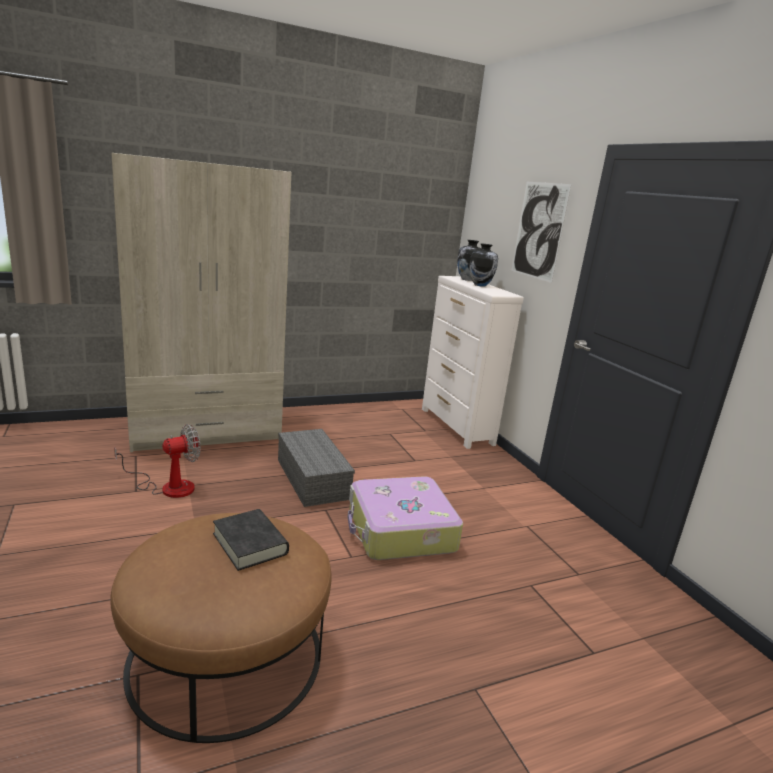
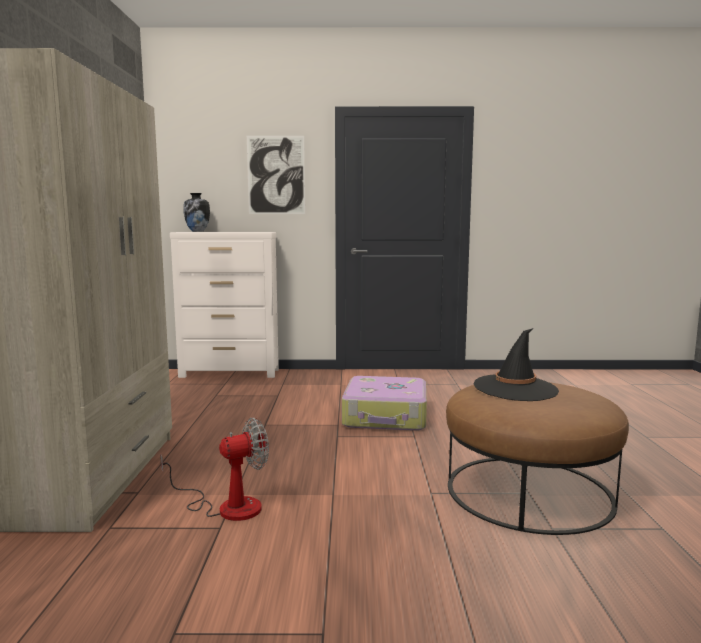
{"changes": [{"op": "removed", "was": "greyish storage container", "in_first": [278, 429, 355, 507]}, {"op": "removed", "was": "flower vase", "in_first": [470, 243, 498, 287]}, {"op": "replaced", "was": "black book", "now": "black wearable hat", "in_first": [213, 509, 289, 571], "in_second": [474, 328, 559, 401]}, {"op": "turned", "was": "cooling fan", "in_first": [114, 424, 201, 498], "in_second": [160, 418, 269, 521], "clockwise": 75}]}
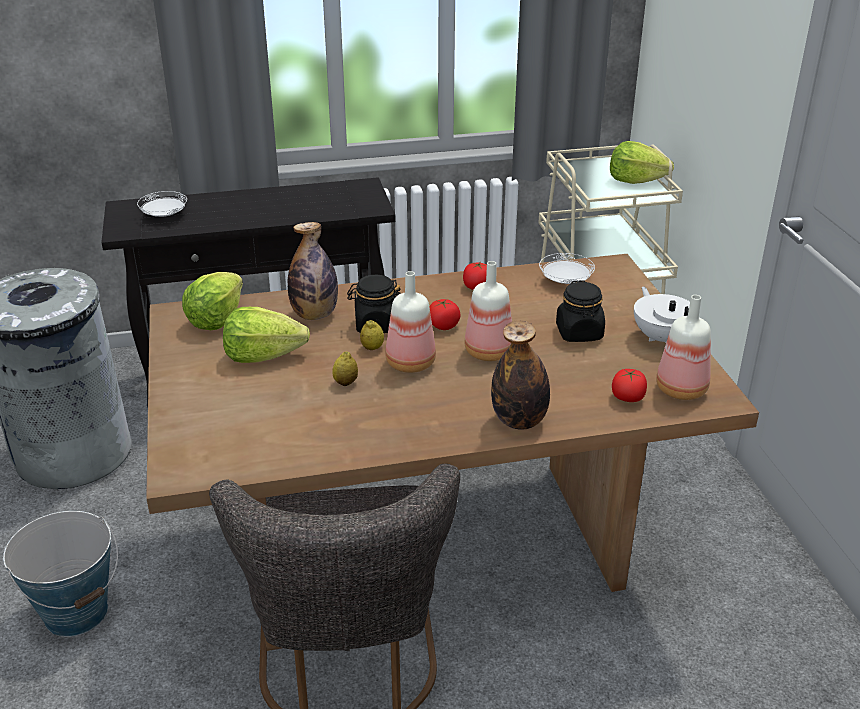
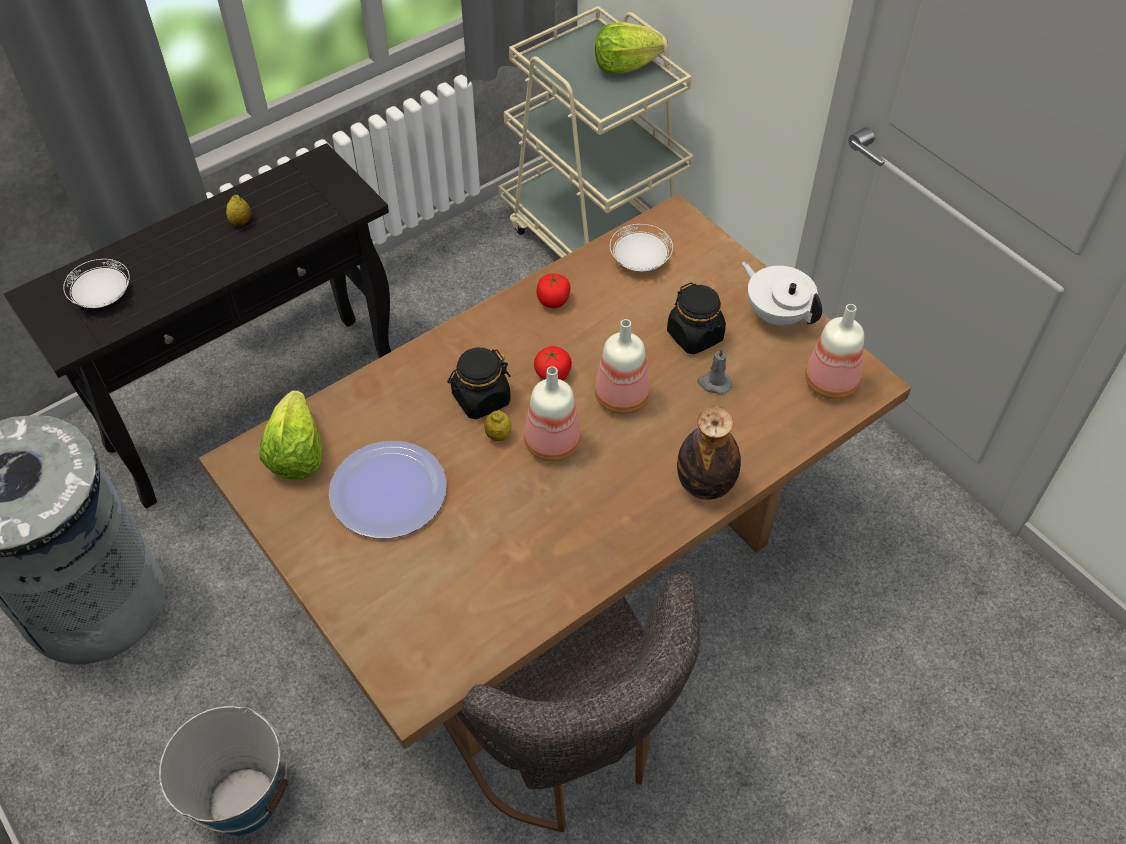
{"changes": [{"op": "removed", "was": "drink bottle", "in_first": [288, 222, 338, 320]}, {"op": "removed", "was": "tomato", "in_first": [612, 369, 647, 402]}, {"op": "added", "now": "greyish wax candle", "in_second": [697, 347, 732, 394]}, {"op": "moved", "was": "lemon", "in_first": [332, 352, 358, 386], "in_second": [226, 195, 251, 226]}, {"op": "replaced", "was": "lettuce", "now": "flat dish", "in_first": [223, 307, 310, 363], "in_second": [329, 441, 447, 539]}]}
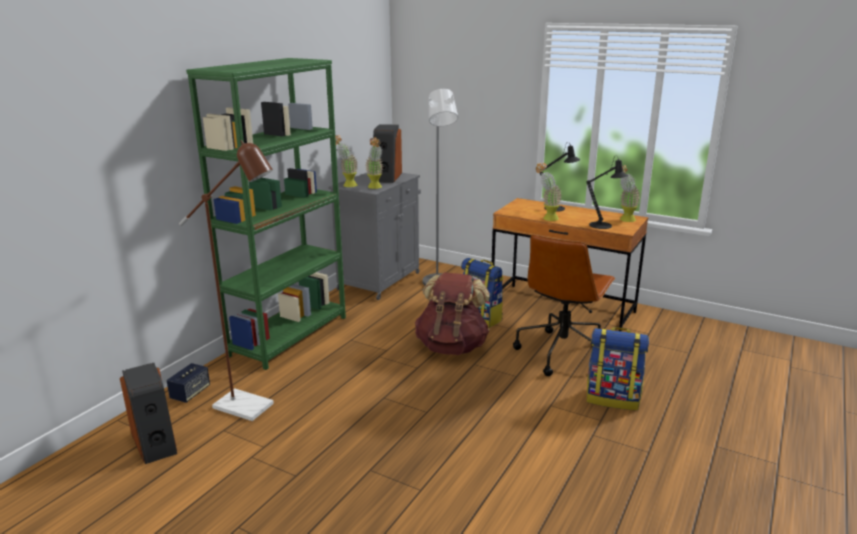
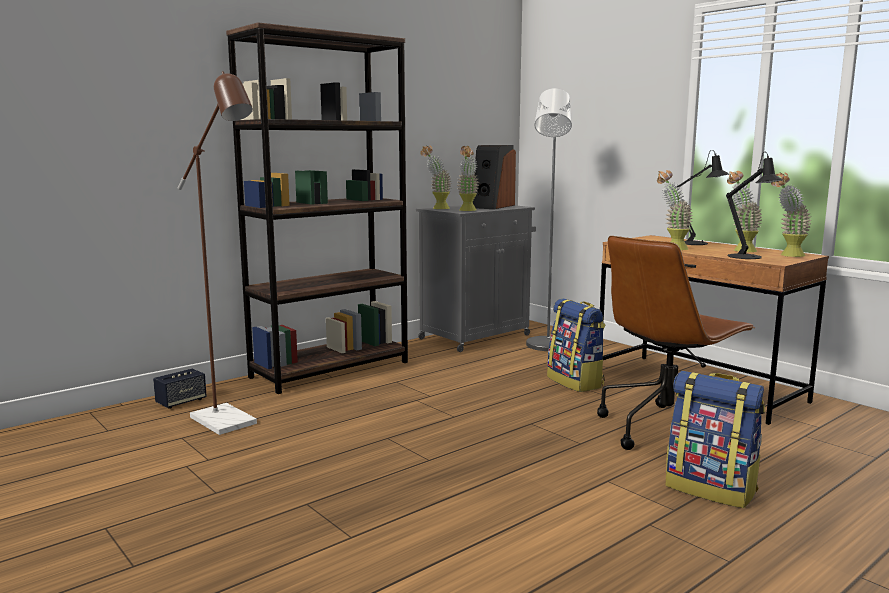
{"changes": [{"op": "removed", "was": "audio speaker", "in_first": [120, 363, 177, 464]}, {"op": "removed", "was": "brown-coloured rucksack", "in_first": [415, 272, 490, 355]}, {"op": "added", "now": "potted plant", "in_second": [727, 171, 762, 252]}, {"op": "recoloured", "was": "greenish shelving unit", "now": "brown-coloured shelving unit", "in_first": [186, 58, 346, 370], "in_second": [226, 22, 408, 394]}]}
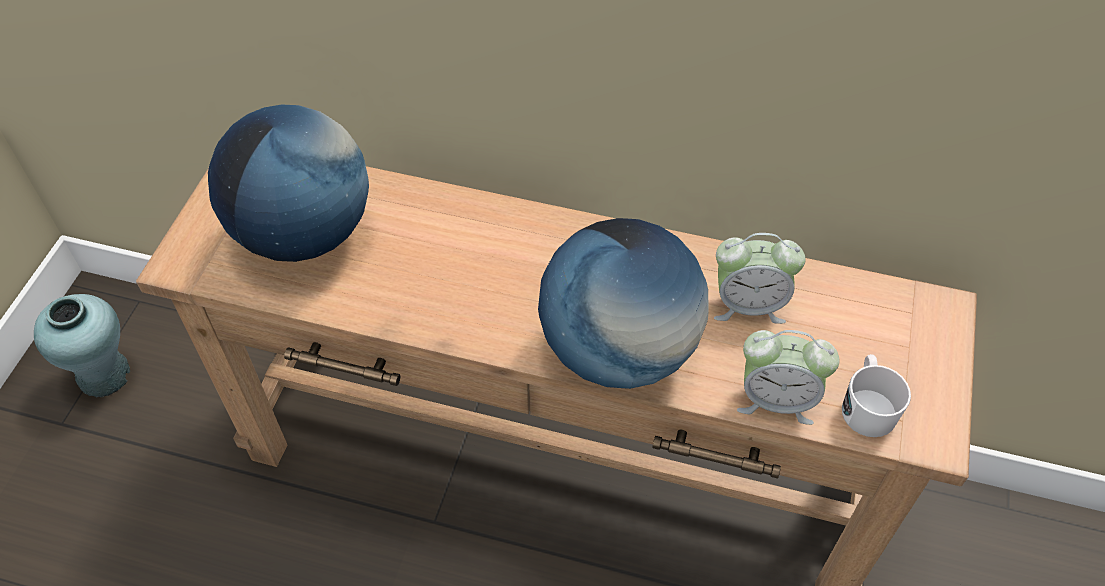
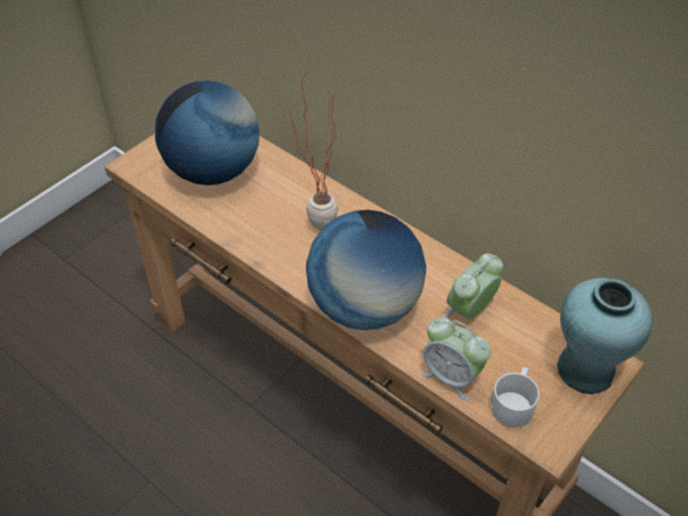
{"changes": [{"op": "added", "now": "potted plant", "in_second": [284, 76, 338, 231]}, {"op": "moved", "was": "turquoise flower vase", "in_first": [34, 294, 130, 397], "in_second": [557, 278, 653, 394]}, {"op": "turned", "was": "bedside clock", "in_first": [714, 233, 806, 324], "in_second": [443, 253, 503, 320], "clockwise": 105}]}
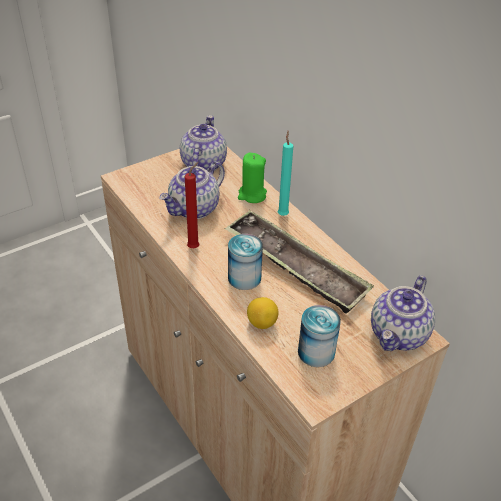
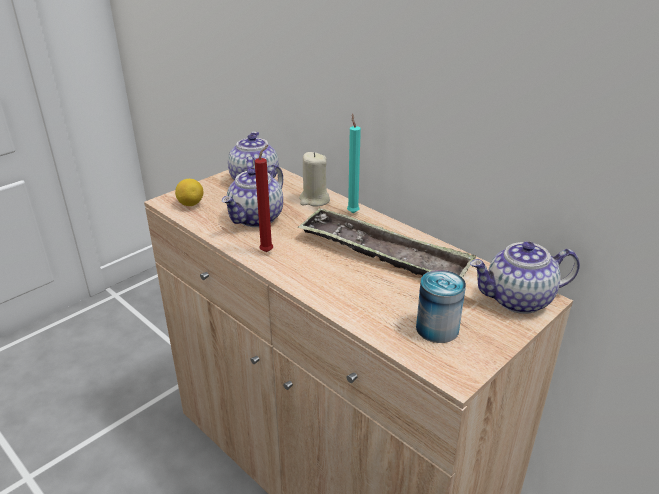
{"changes": [{"op": "removed", "was": "can", "in_first": [228, 234, 263, 290]}, {"op": "moved", "was": "lemon", "in_first": [247, 297, 279, 329], "in_second": [175, 179, 204, 206]}, {"op": "recoloured", "was": "greenish wax candle", "now": "beige wax candle", "in_first": [238, 153, 267, 203], "in_second": [299, 152, 330, 207]}, {"op": "turned", "was": "teapot", "in_first": [371, 275, 435, 351], "in_second": [470, 241, 580, 314], "clockwise": 60}]}
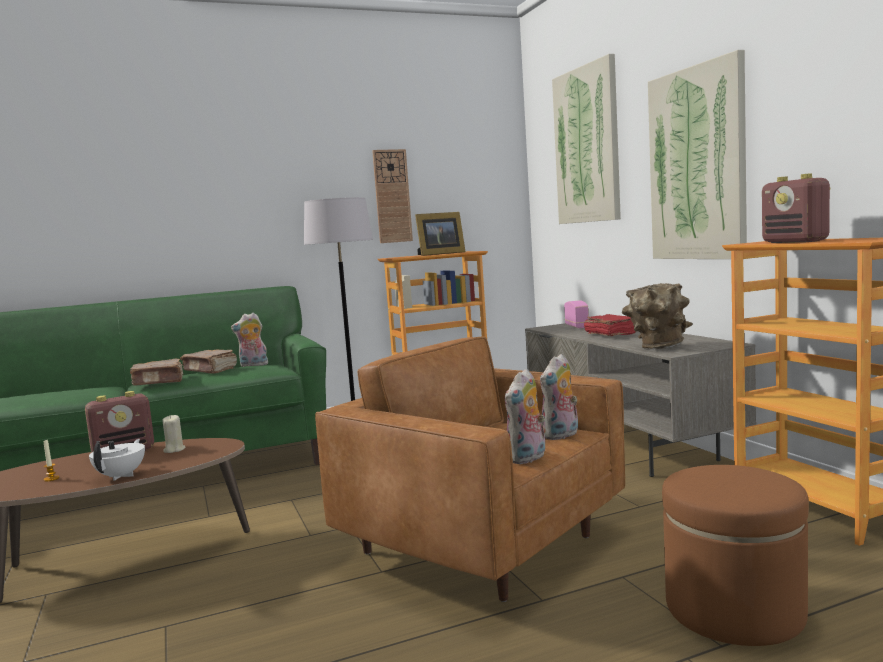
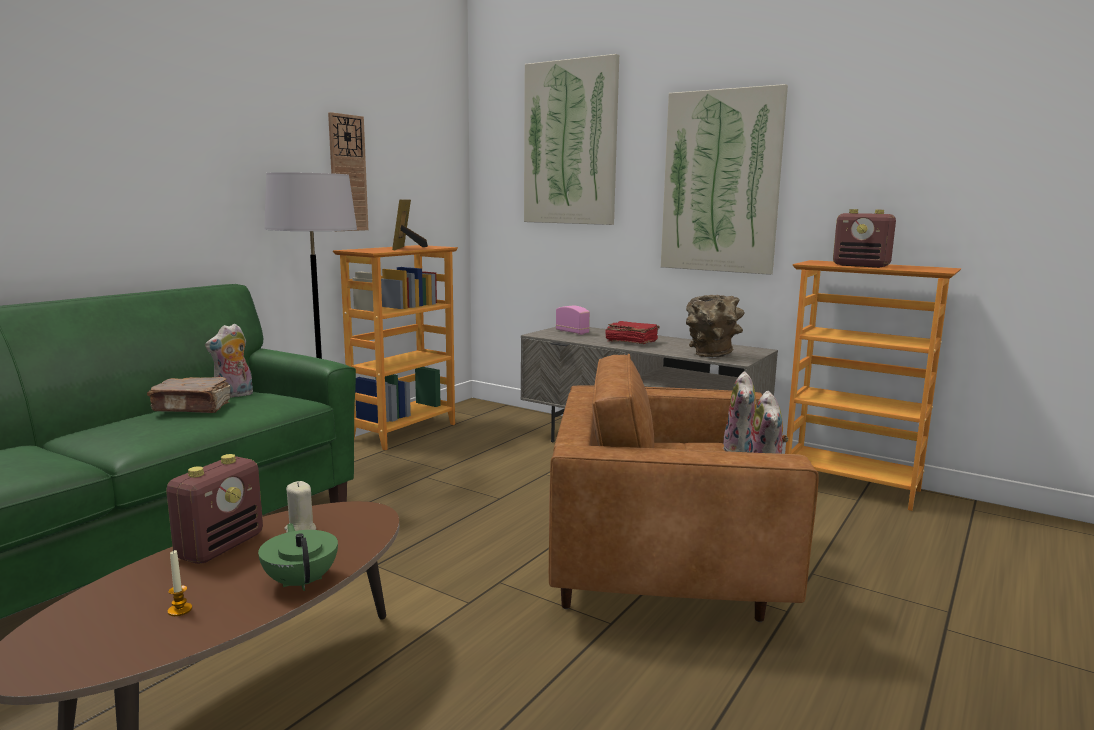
{"changes": [{"op": "removed", "was": "brown-coloured book", "in_first": [130, 359, 183, 386]}, {"op": "removed", "was": "brown-coloured pouffe", "in_first": [662, 465, 809, 646]}, {"op": "recoloured", "was": "white teapot", "now": "greenish teapot", "in_first": [89, 439, 145, 481], "in_second": [258, 523, 338, 591]}, {"op": "turned", "was": "picture frame", "in_first": [415, 212, 466, 256], "in_second": [392, 199, 428, 250], "clockwise": 150}]}
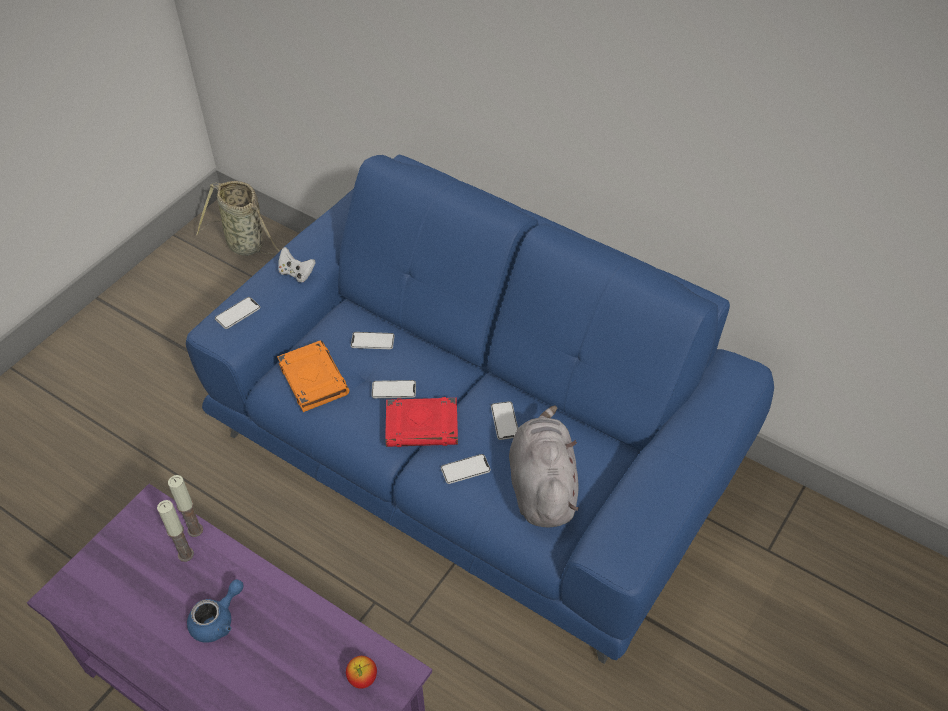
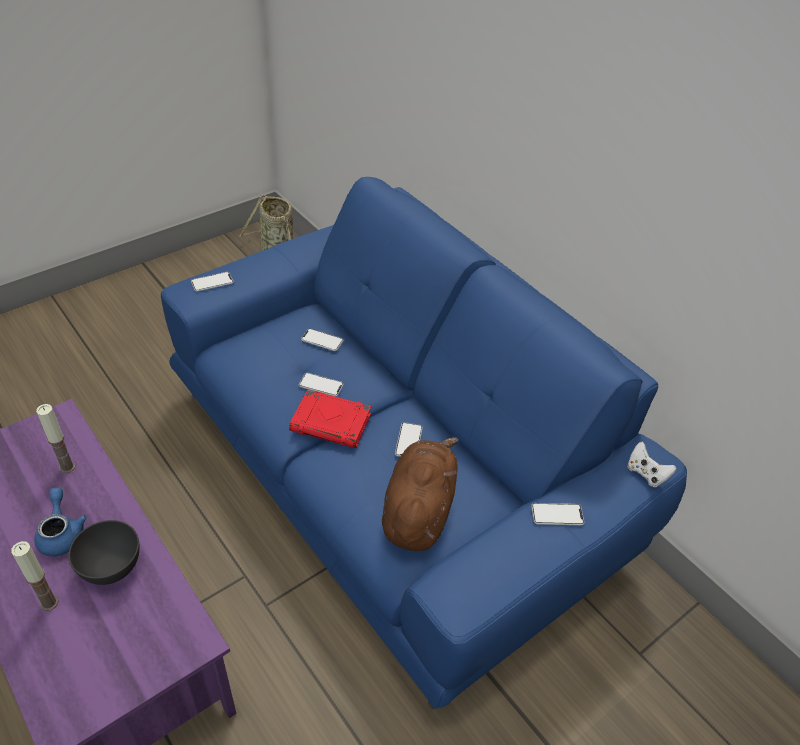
{"changes": [{"op": "removed", "was": "orangey book", "in_first": [277, 340, 349, 412]}, {"op": "removed", "was": "whole apple", "in_first": [346, 656, 377, 689]}, {"op": "added", "now": "greyish serving bowl", "in_second": [69, 520, 140, 585]}, {"op": "moved", "was": "wax candle", "in_first": [168, 475, 203, 537], "in_second": [11, 541, 59, 611]}, {"op": "moved", "was": "white joypad", "in_first": [278, 247, 316, 282], "in_second": [627, 441, 677, 487]}, {"op": "moved", "was": "phone", "in_first": [441, 454, 491, 484], "in_second": [531, 503, 584, 525]}, {"op": "recoloured", "was": "greyish plush toy", "now": "brown-coloured plush toy", "in_first": [509, 406, 579, 527], "in_second": [382, 437, 458, 551]}, {"op": "turned", "was": "bluish teapot", "in_first": [187, 579, 244, 643], "in_second": [34, 487, 87, 557], "clockwise": -75}]}
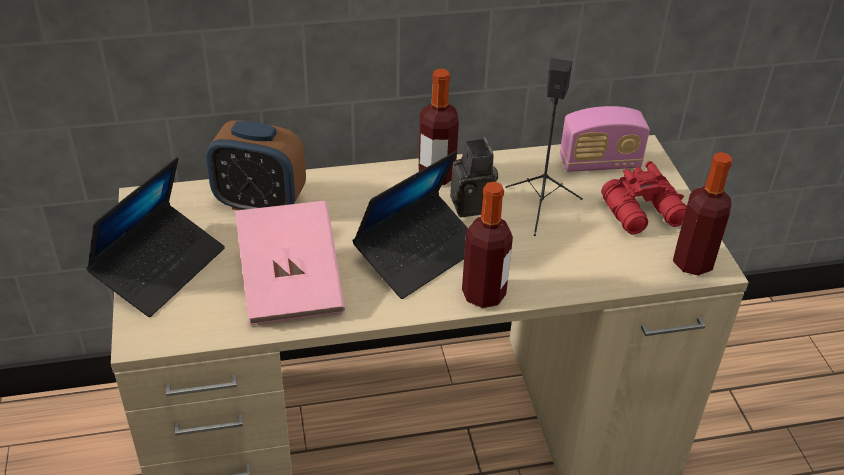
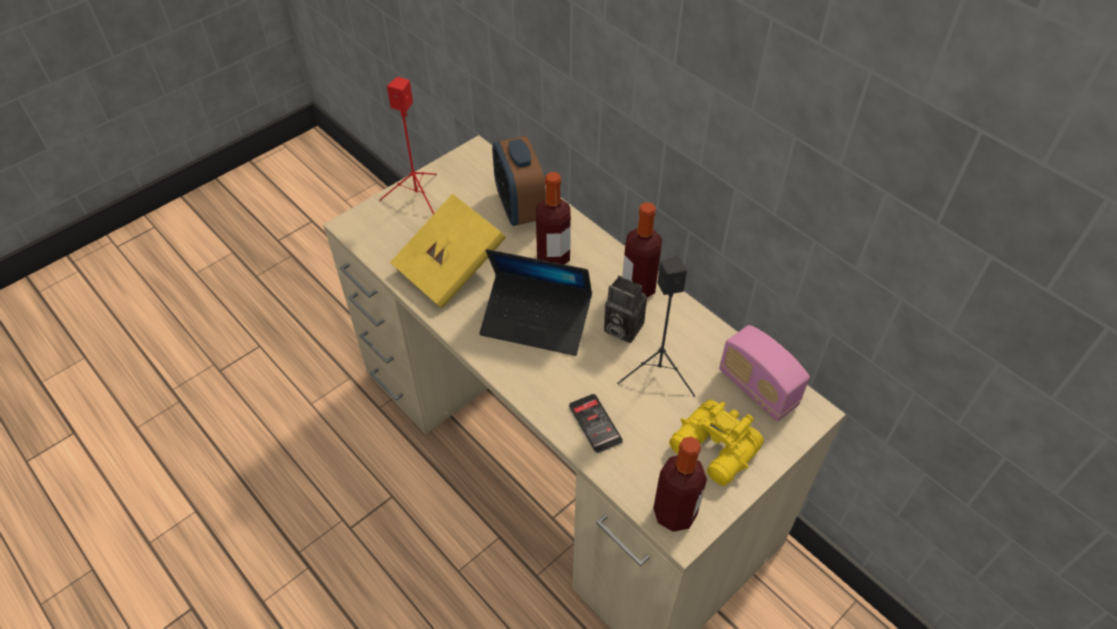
{"changes": [{"op": "added", "now": "phone", "in_second": [569, 394, 623, 453]}, {"op": "moved", "was": "drink bottle", "in_first": [462, 182, 513, 308], "in_second": [536, 172, 571, 265]}, {"op": "replaced", "was": "portable computer", "now": "reddish audio speaker", "in_first": [86, 157, 225, 317], "in_second": [379, 77, 437, 215]}, {"op": "recoloured", "was": "pink book", "now": "yellow-coloured book", "in_first": [235, 201, 345, 325], "in_second": [390, 194, 506, 309]}, {"op": "recoloured", "was": "reddish field glasses", "now": "yellow-coloured field glasses", "in_first": [601, 161, 687, 234], "in_second": [669, 400, 764, 486]}, {"op": "turned", "was": "still camera", "in_first": [450, 137, 498, 217], "in_second": [604, 276, 647, 343], "clockwise": 75}]}
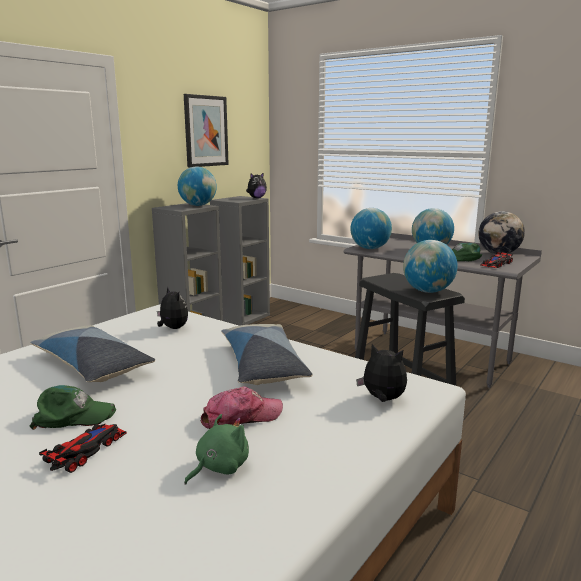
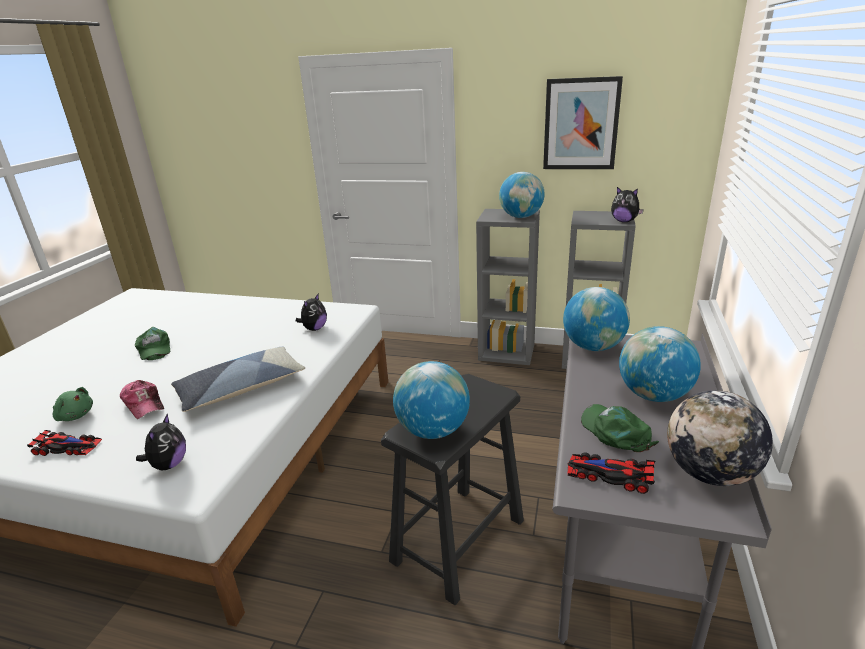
{"changes": [{"op": "removed", "was": "pillow", "in_first": [30, 325, 155, 382]}, {"op": "moved", "was": "toy car", "in_first": [39, 424, 127, 473], "in_second": [26, 430, 102, 456]}]}
